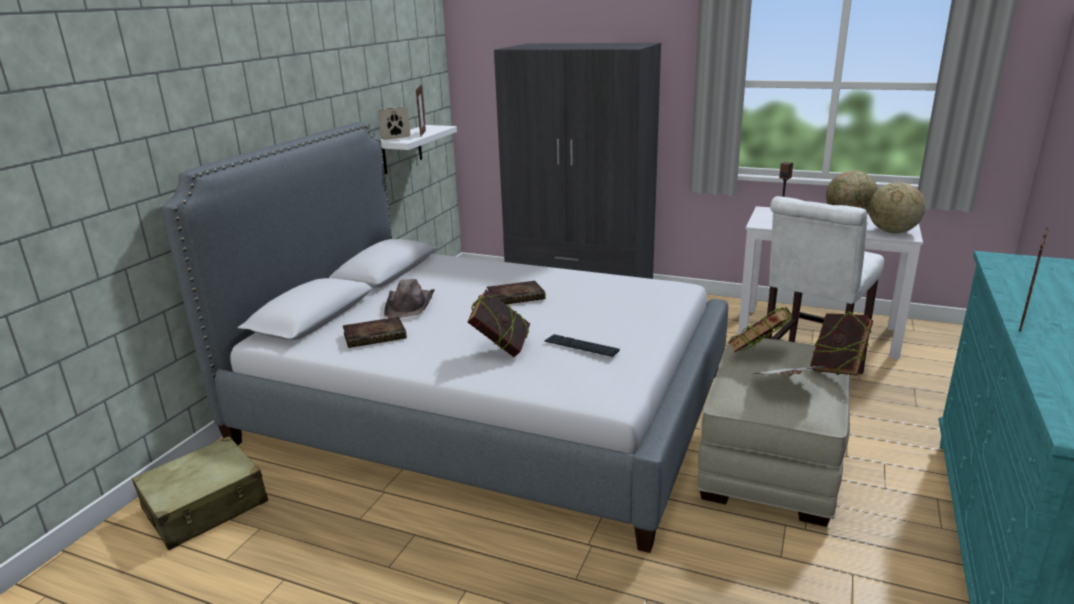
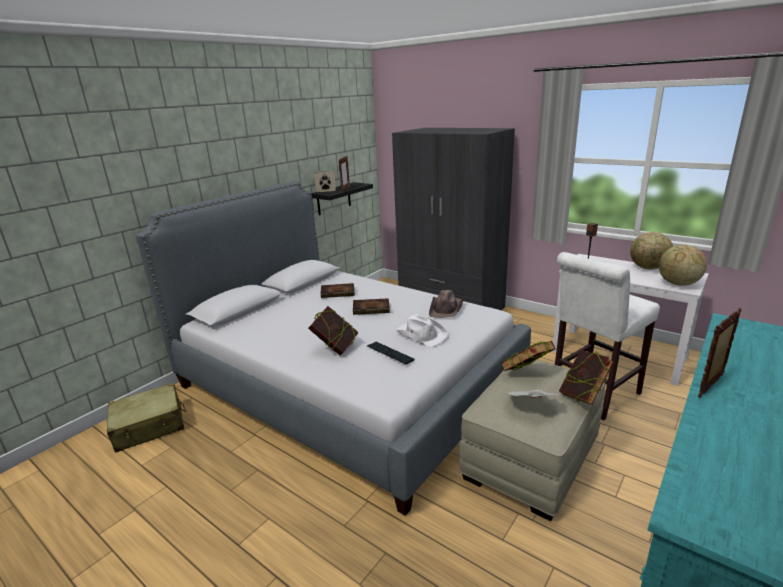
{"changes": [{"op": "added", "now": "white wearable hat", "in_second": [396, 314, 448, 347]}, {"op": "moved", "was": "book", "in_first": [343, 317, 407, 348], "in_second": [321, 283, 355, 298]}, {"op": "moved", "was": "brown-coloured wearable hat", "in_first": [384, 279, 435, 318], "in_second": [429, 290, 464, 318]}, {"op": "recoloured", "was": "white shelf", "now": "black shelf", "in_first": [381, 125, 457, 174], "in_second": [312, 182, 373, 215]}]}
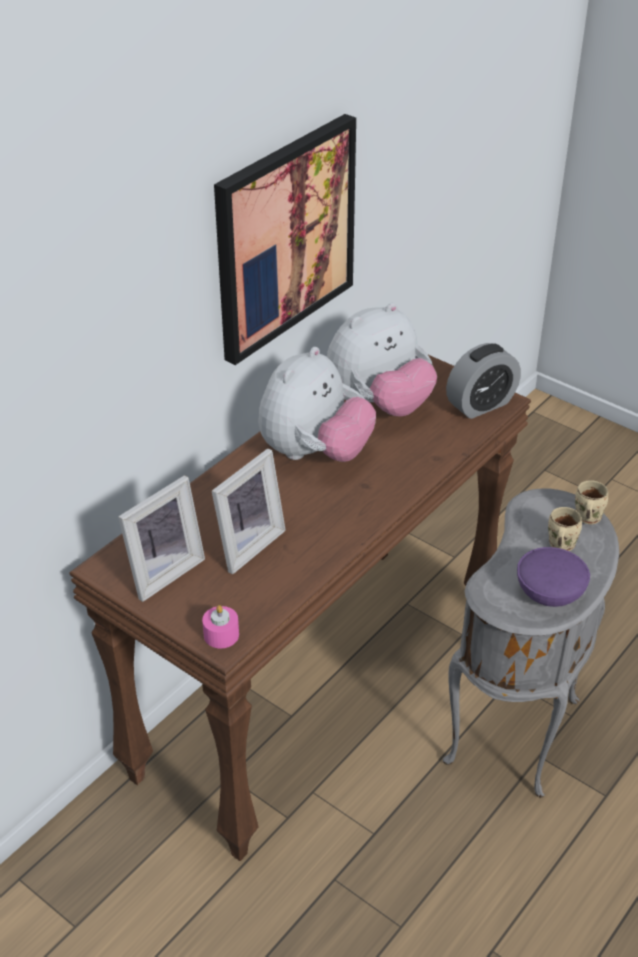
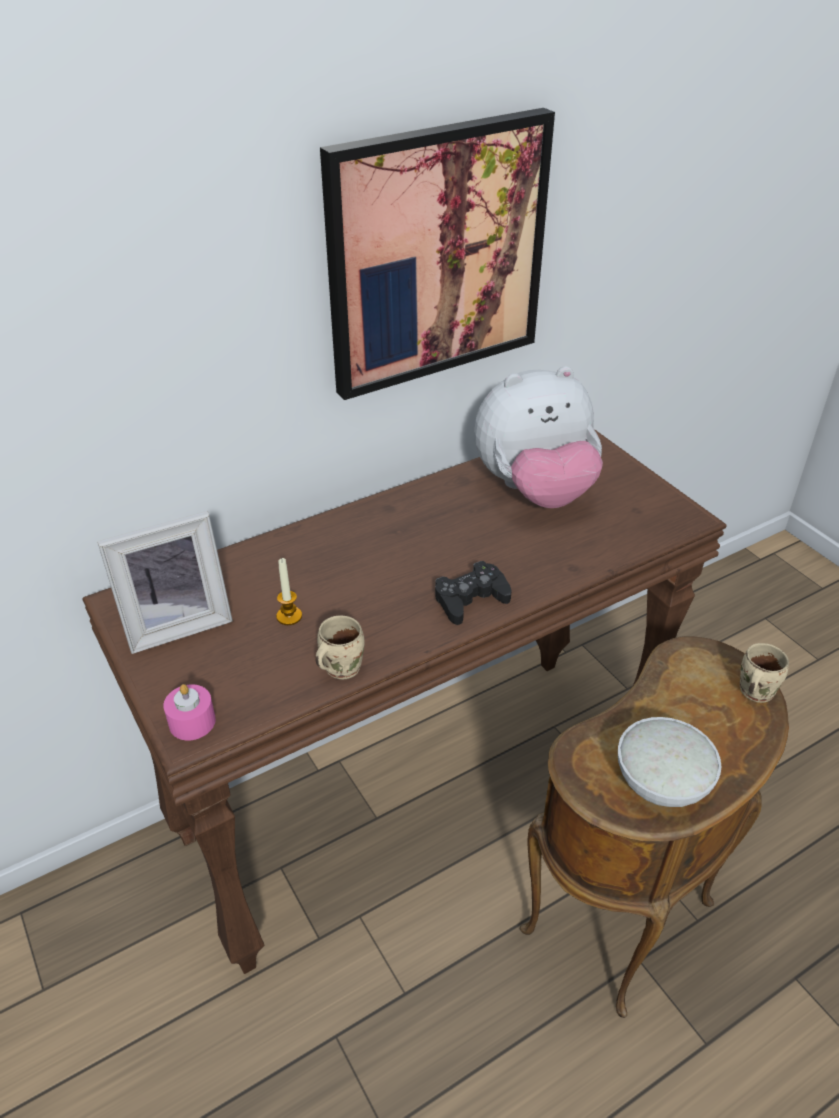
{"changes": [{"op": "removed", "was": "plush toy", "in_first": [258, 347, 376, 462]}, {"op": "removed", "was": "bedside clock", "in_first": [446, 343, 521, 419]}, {"op": "added", "now": "black joypad", "in_second": [435, 561, 512, 625]}, {"op": "moved", "was": "beige mug", "in_first": [548, 507, 582, 551], "in_second": [315, 615, 365, 679]}, {"op": "replaced", "was": "picture frame", "now": "wax candle", "in_first": [212, 448, 286, 574], "in_second": [276, 558, 302, 625]}, {"op": "recoloured", "was": "greyish end table", "now": "brown-coloured end table", "in_first": [443, 488, 619, 798], "in_second": [520, 636, 789, 1018]}, {"op": "recoloured", "was": "purplish serving bowl", "now": "white serving bowl", "in_first": [517, 547, 590, 607], "in_second": [618, 717, 721, 807]}]}
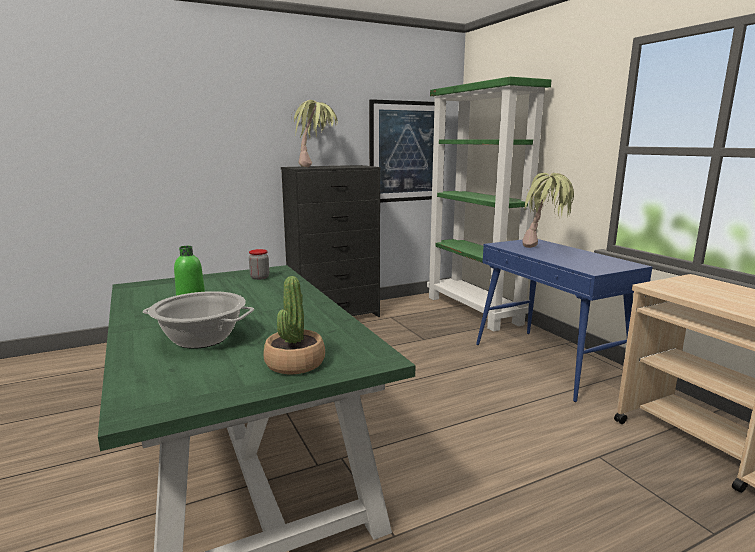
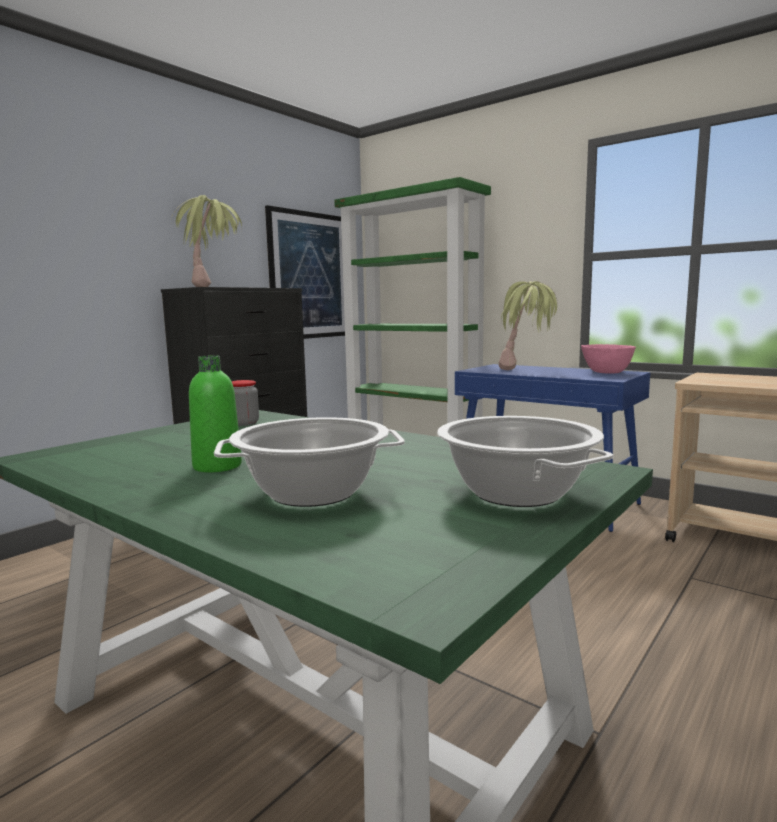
{"changes": [{"op": "added", "now": "pink serving bowl", "in_second": [581, 344, 636, 374]}, {"op": "replaced", "was": "potted plant", "now": "saucepot", "in_first": [264, 276, 325, 374], "in_second": [437, 416, 614, 507]}]}
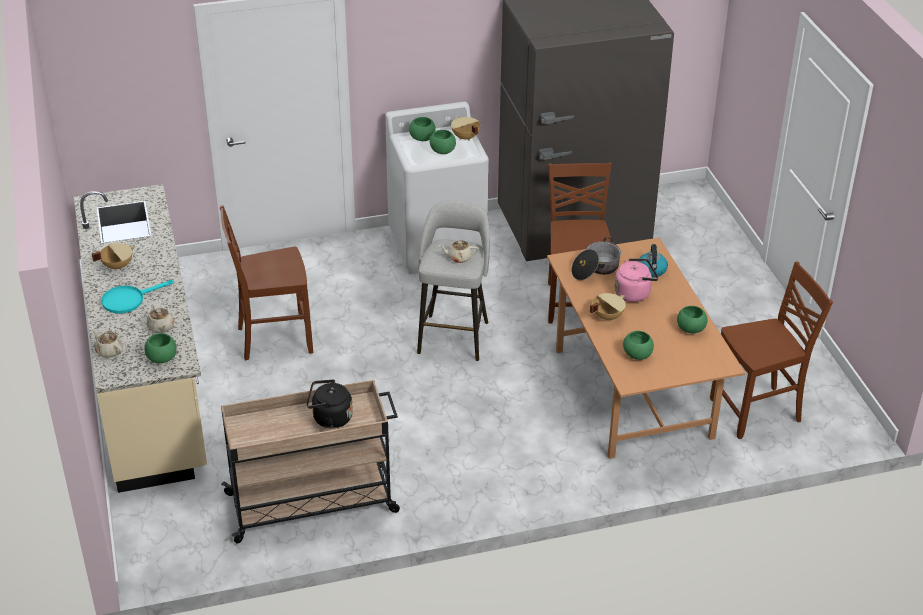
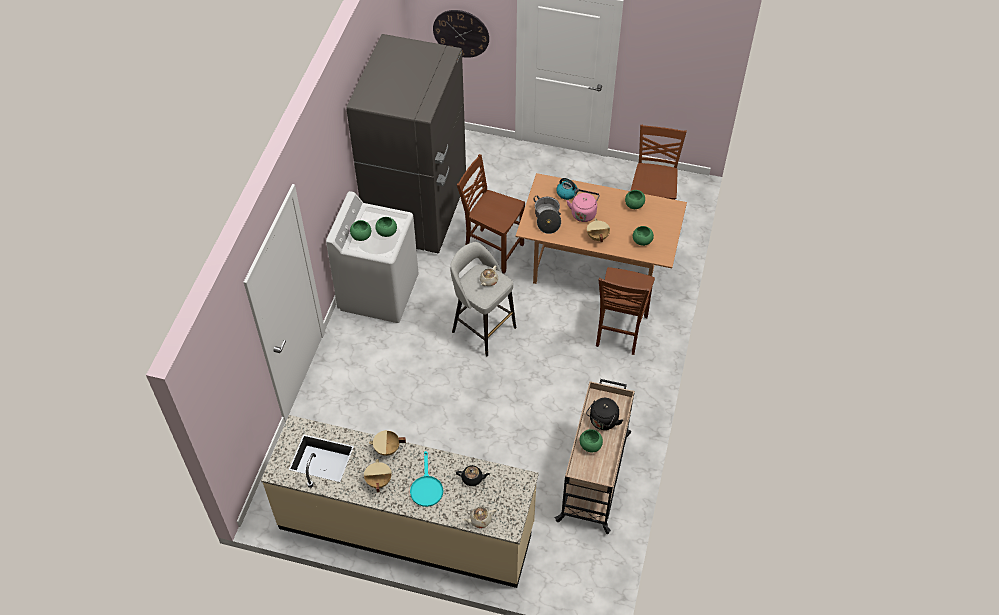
{"changes": [{"op": "added", "now": "wall clock", "in_second": [433, 10, 489, 58]}, {"op": "moved", "was": "greenish serving bowl", "in_first": [144, 333, 177, 363], "in_second": [579, 429, 603, 453]}, {"op": "moved", "was": "brown-coloured plain chair", "in_first": [220, 205, 313, 360], "in_second": [596, 267, 655, 355]}, {"op": "moved", "was": "beige saucepot", "in_first": [451, 116, 480, 141], "in_second": [369, 430, 406, 456]}, {"op": "recoloured", "was": "beige teapot", "now": "black teapot", "in_first": [147, 305, 174, 333], "in_second": [456, 465, 490, 486]}]}
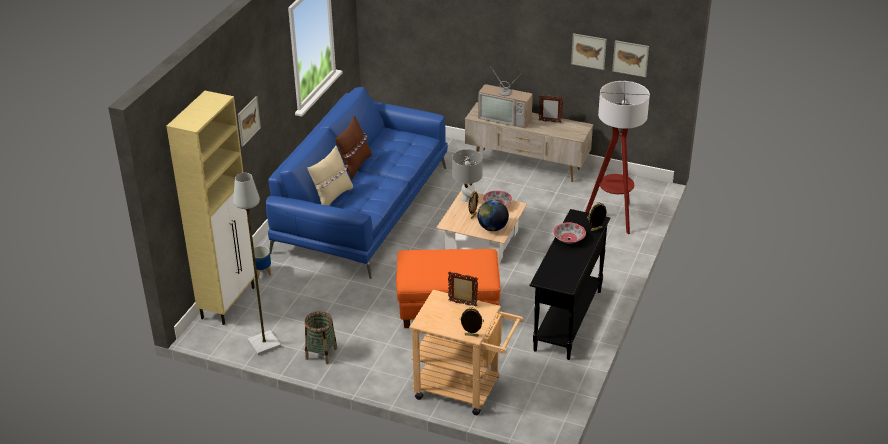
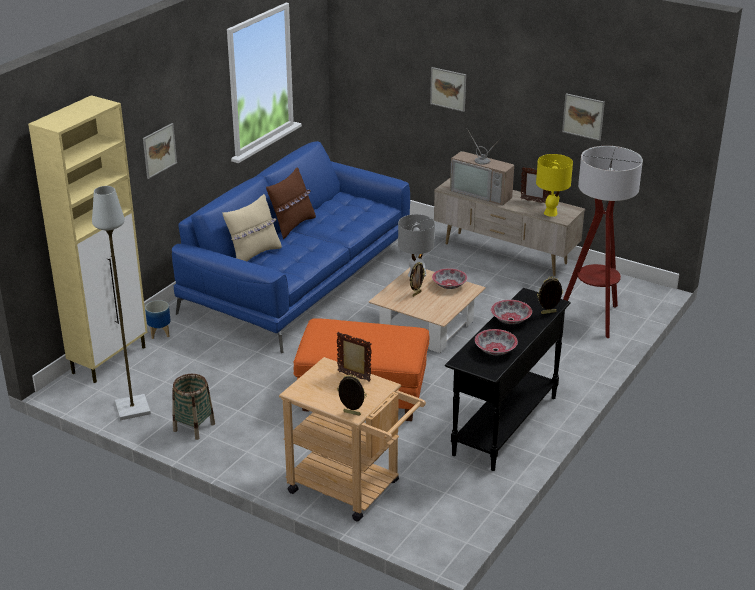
{"changes": [{"op": "removed", "was": "world globe", "in_first": [477, 200, 509, 231]}, {"op": "added", "now": "serving bowl", "in_second": [475, 329, 518, 355]}, {"op": "added", "now": "yellow-coloured lamp for a table", "in_second": [536, 154, 573, 217]}, {"op": "moved", "was": "wall art", "in_first": [612, 40, 649, 77], "in_second": [430, 67, 466, 112]}]}
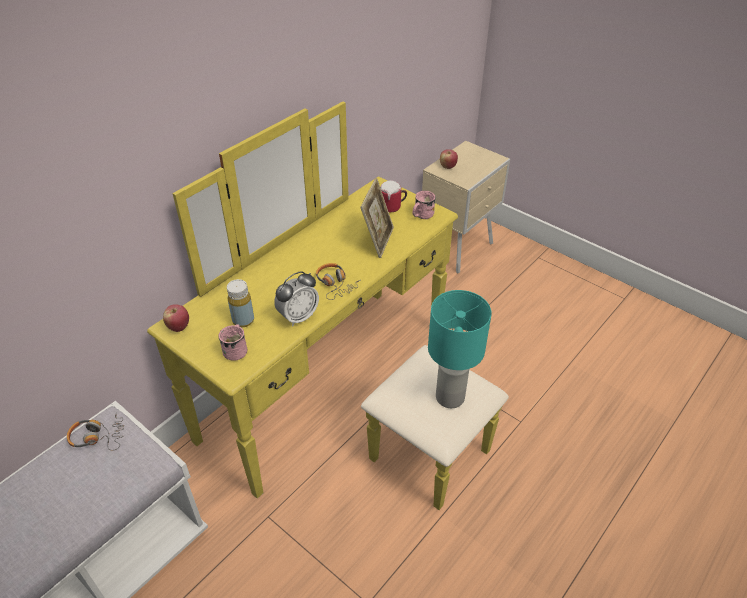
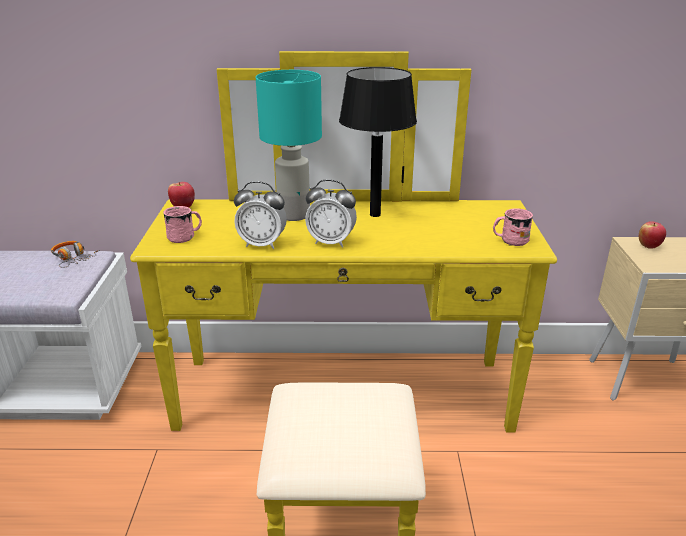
{"changes": [{"op": "removed", "was": "yellow-coloured drink bottle", "in_first": [227, 279, 254, 327]}, {"op": "removed", "was": "picture frame", "in_first": [360, 178, 394, 258]}, {"op": "removed", "was": "mug", "in_first": [380, 180, 407, 212]}, {"op": "added", "now": "black lamp for a table", "in_second": [339, 67, 417, 217]}, {"op": "moved", "was": "turquoise lamp for a table", "in_first": [428, 290, 492, 408], "in_second": [256, 70, 322, 221]}, {"op": "replaced", "was": "headphones", "now": "bedside clock", "in_first": [316, 263, 361, 300], "in_second": [305, 180, 357, 248]}]}
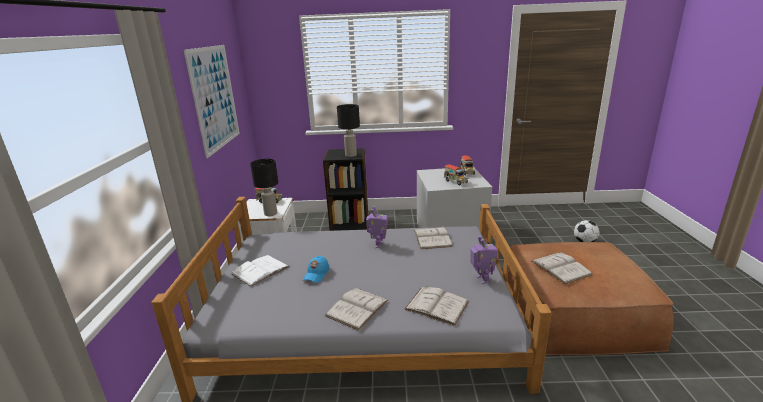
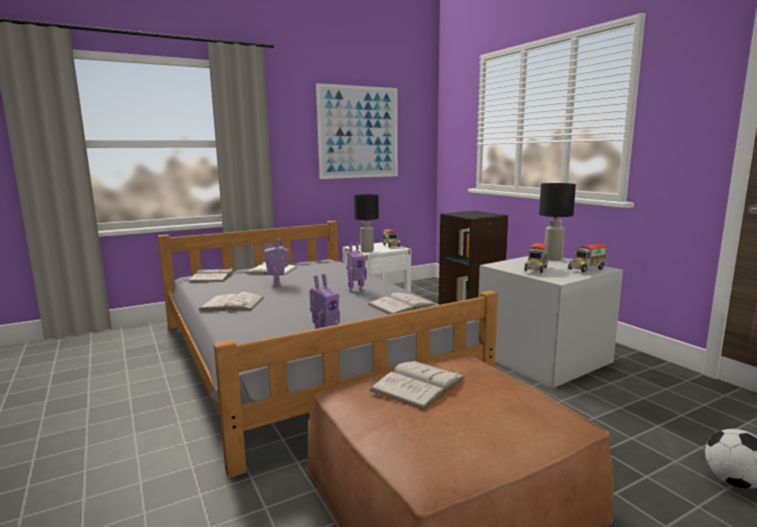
{"changes": [{"op": "moved", "was": "black lamp for a table", "in_first": [337, 104, 360, 157], "in_second": [539, 183, 576, 260]}, {"op": "moved", "was": "white book", "in_first": [404, 286, 469, 326], "in_second": [189, 268, 235, 282]}, {"op": "replaced", "was": "bluish baseball cap", "now": "robot figure", "in_first": [303, 256, 329, 283], "in_second": [264, 238, 288, 286]}]}
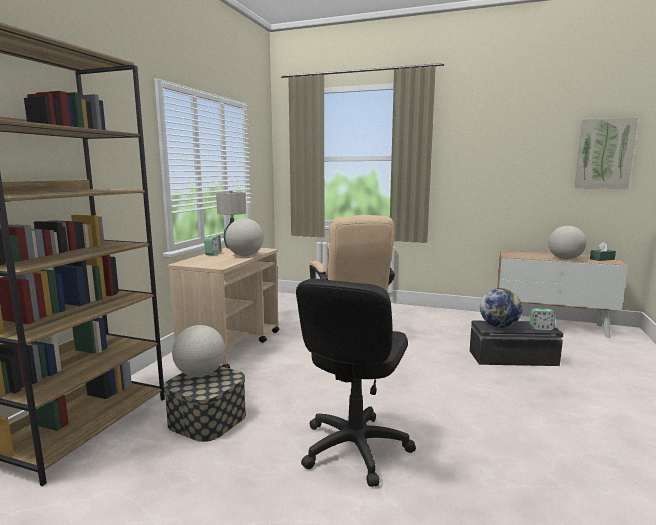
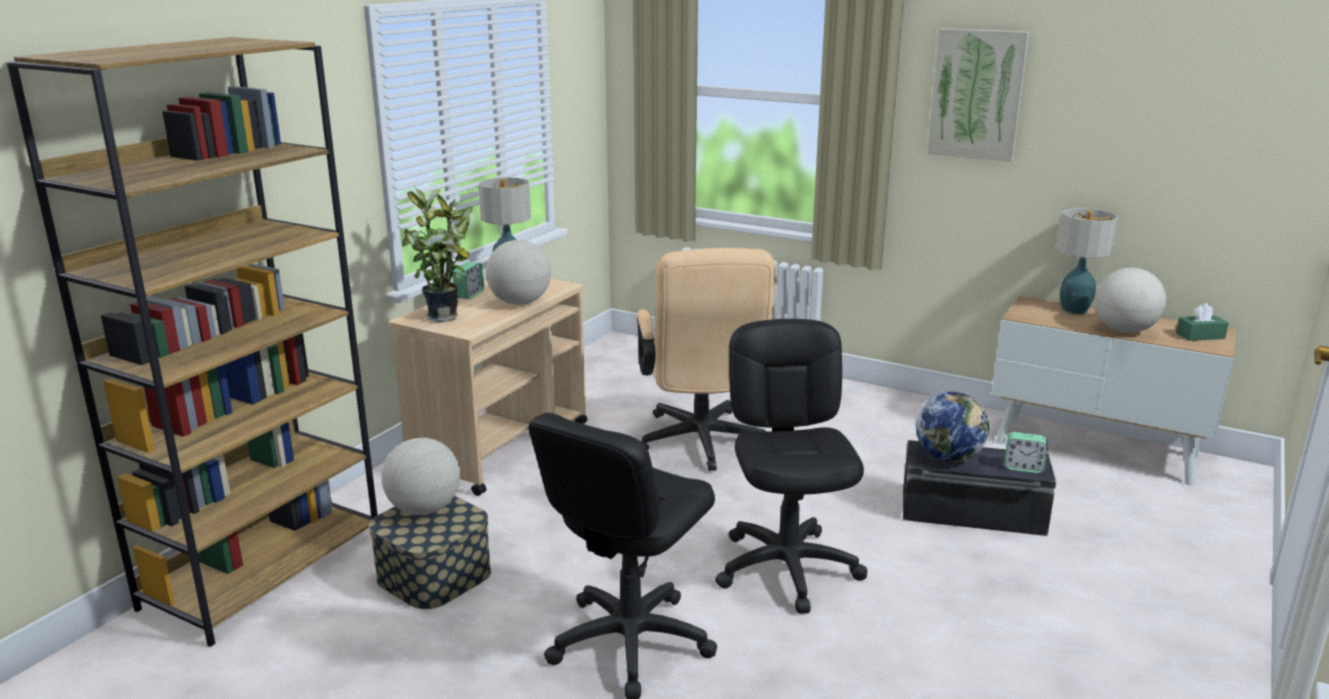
{"changes": [{"op": "added", "now": "potted plant", "in_second": [402, 186, 473, 322]}, {"op": "added", "now": "black desk chair", "in_second": [715, 319, 867, 614]}, {"op": "added", "now": "lamp for a table", "in_second": [1057, 208, 1118, 314]}, {"op": "moved", "was": "wall art", "in_first": [575, 117, 638, 189], "in_second": [927, 28, 1029, 162]}]}
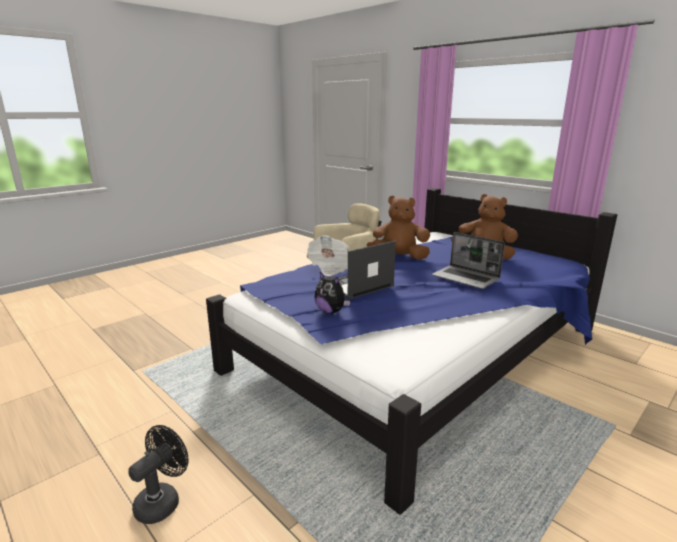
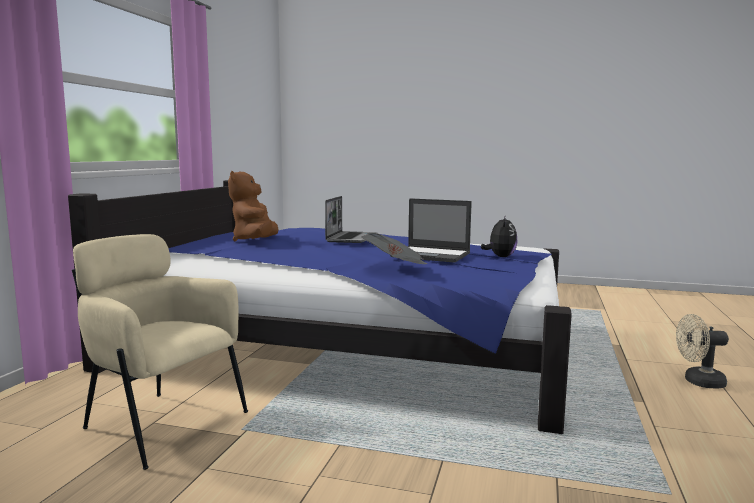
{"changes": [{"op": "removed", "was": "brown-coloured plush toy", "in_first": [367, 196, 430, 260]}, {"op": "recoloured", "was": "black cooling fan", "now": "beige cooling fan", "in_first": [128, 425, 189, 524], "in_second": [676, 314, 729, 388]}]}
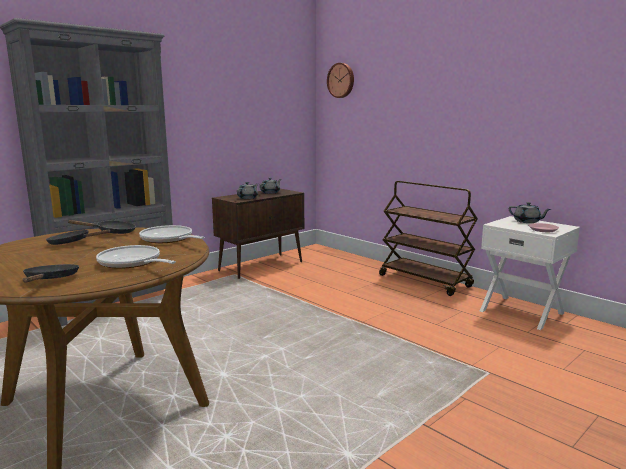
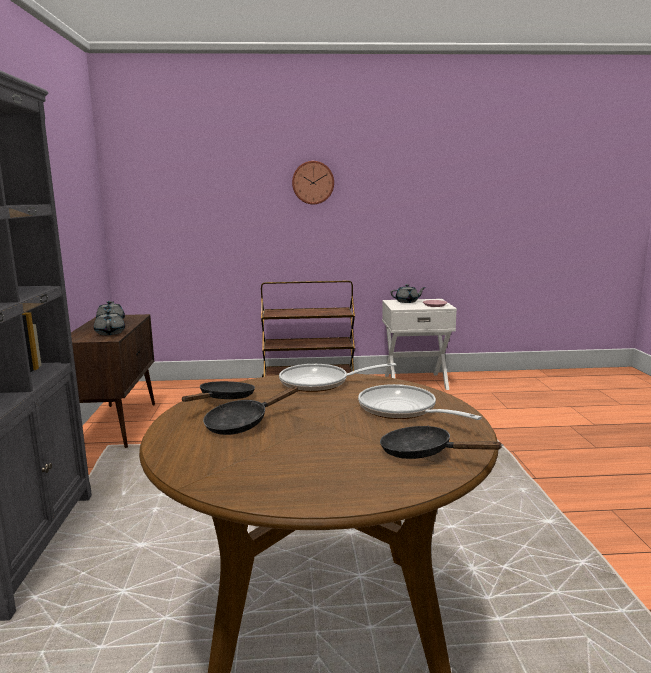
{"changes": [{"op": "moved", "was": "wall clock", "in_first": [327, 63, 354, 98], "in_second": [292, 161, 334, 204]}, {"op": "turned", "was": "frying pan", "in_first": [96, 245, 176, 269], "in_second": [358, 384, 482, 420], "clockwise": 60}]}
